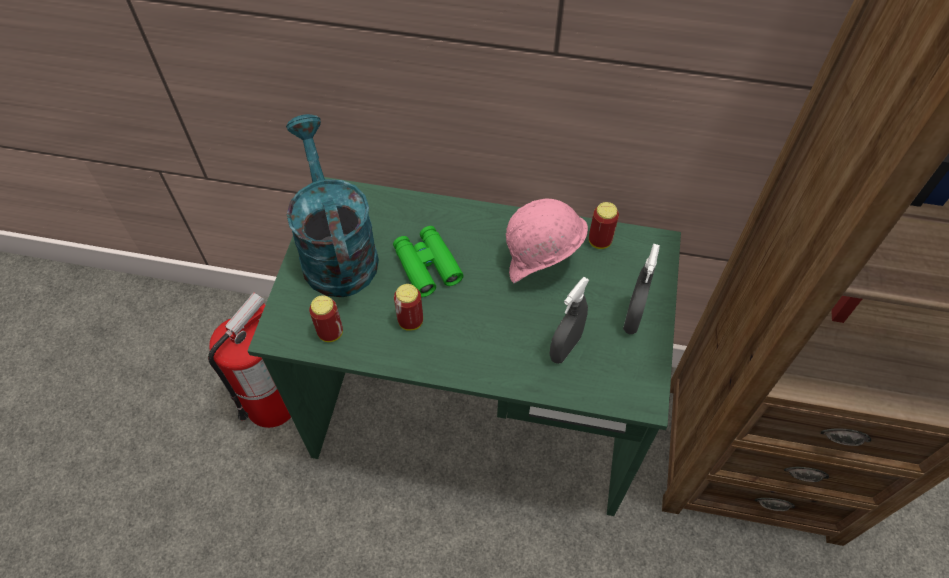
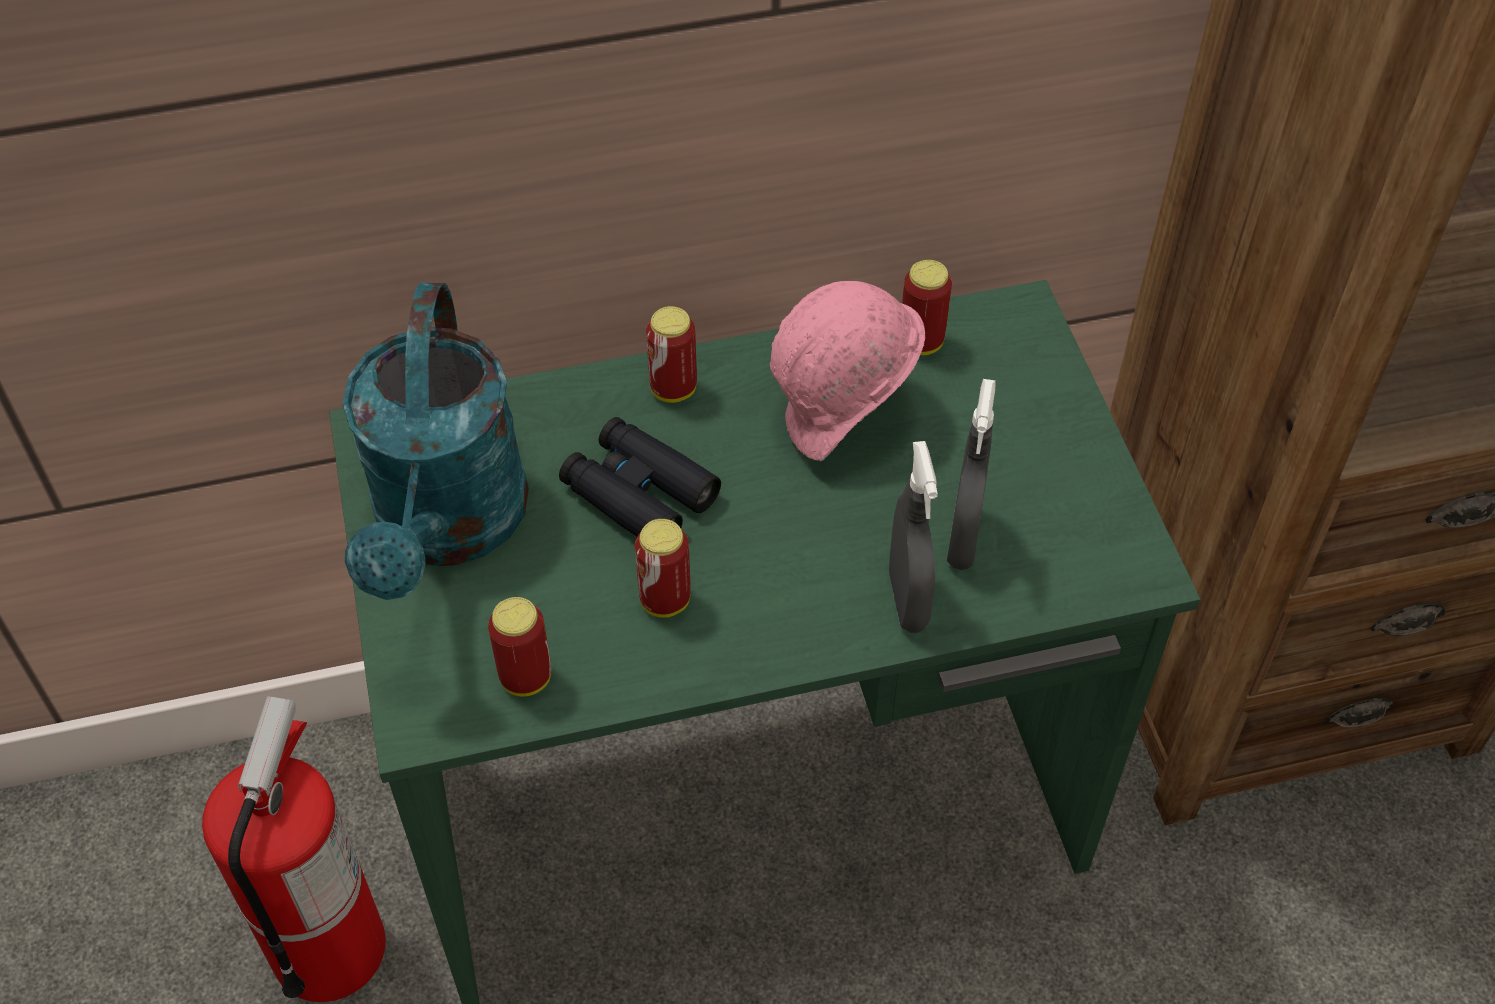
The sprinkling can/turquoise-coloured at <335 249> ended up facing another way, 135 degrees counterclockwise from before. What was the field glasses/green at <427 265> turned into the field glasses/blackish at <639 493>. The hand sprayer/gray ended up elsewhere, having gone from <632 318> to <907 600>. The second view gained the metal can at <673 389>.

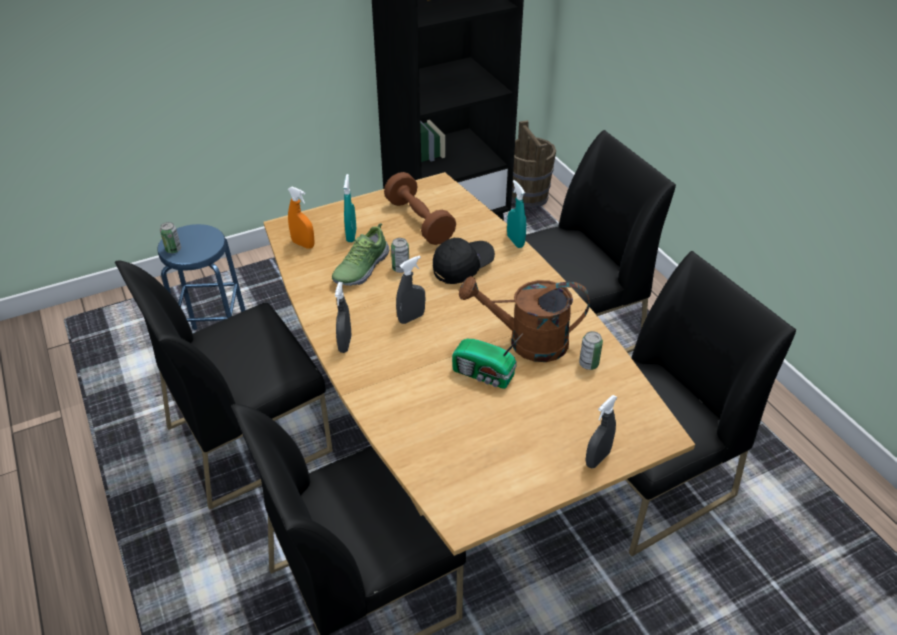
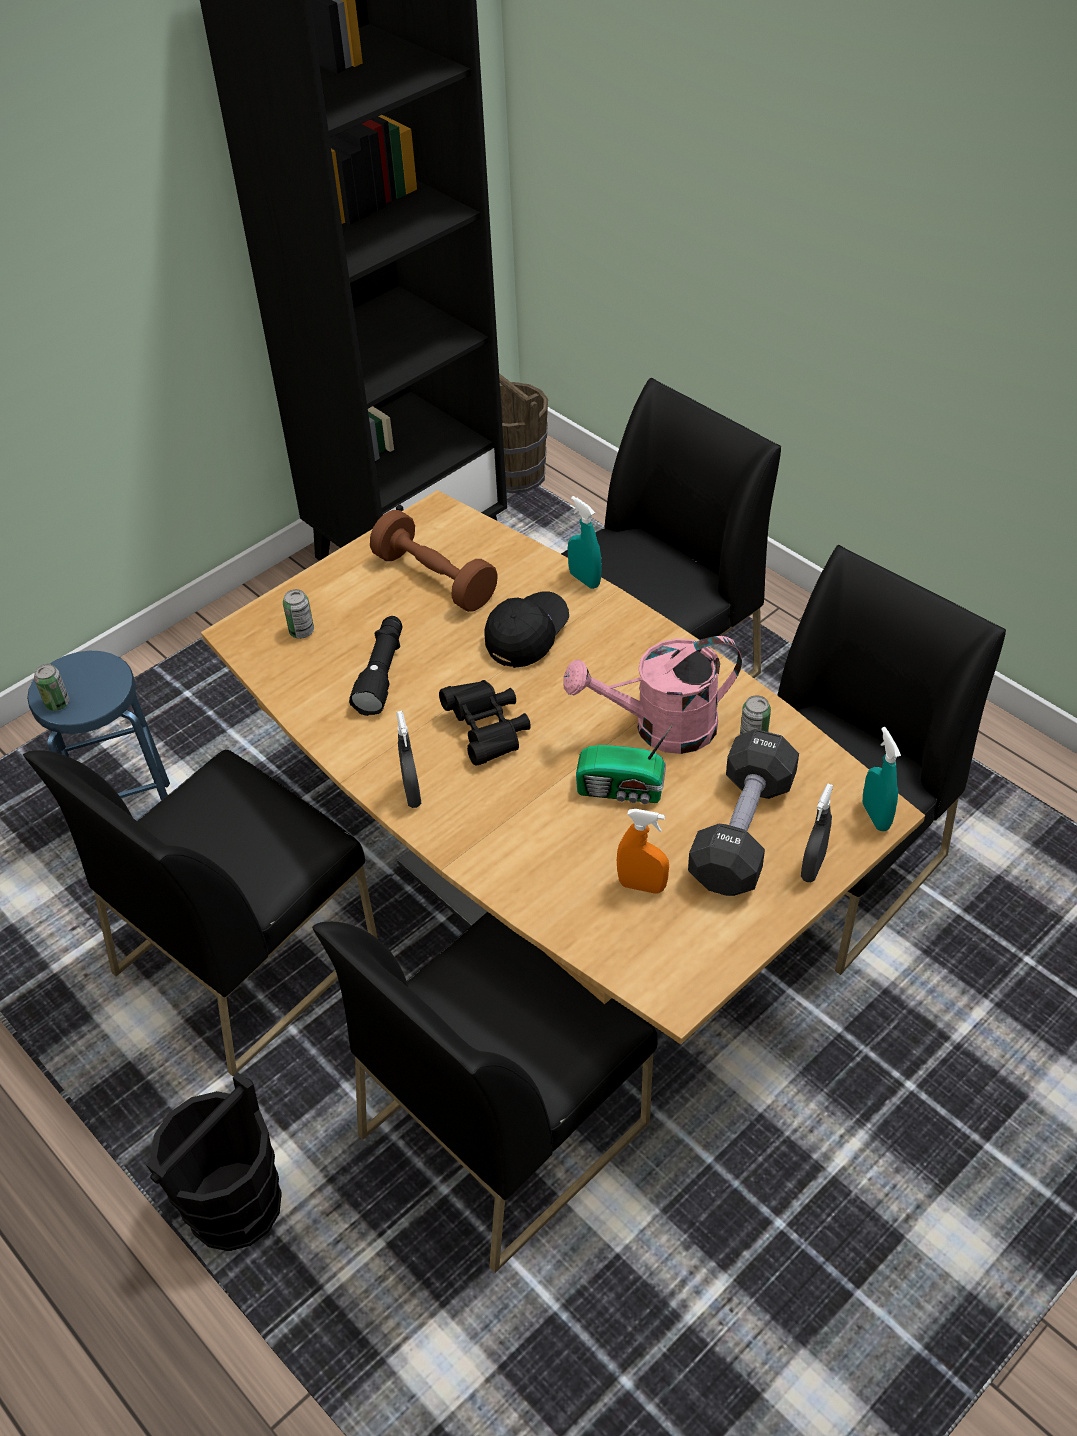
The hand sprayer/orangey ended up elsewhere, having gone from <303 244> to <642 886>. Where the low shoe stood at <360 268>, the torch/blackish came to stand at <382 673>. The hand sprayer/turquoise-coloured ended up elsewhere, having gone from <351 235> to <875 816>. The metal can ended up elsewhere, having gone from <400 268> to <301 631>. Where the hand sprayer/gray stood at <411 318>, the field glasses/blackish came to stand at <488 731>. What was the sprinkling can/brown-coloured at <527 342> turned into the sprinkling can/pink at <660 728>. The second view gained the water bucket/blackish at <234 1206>. The second view gained the dumbbell/blackish at <742 831>.

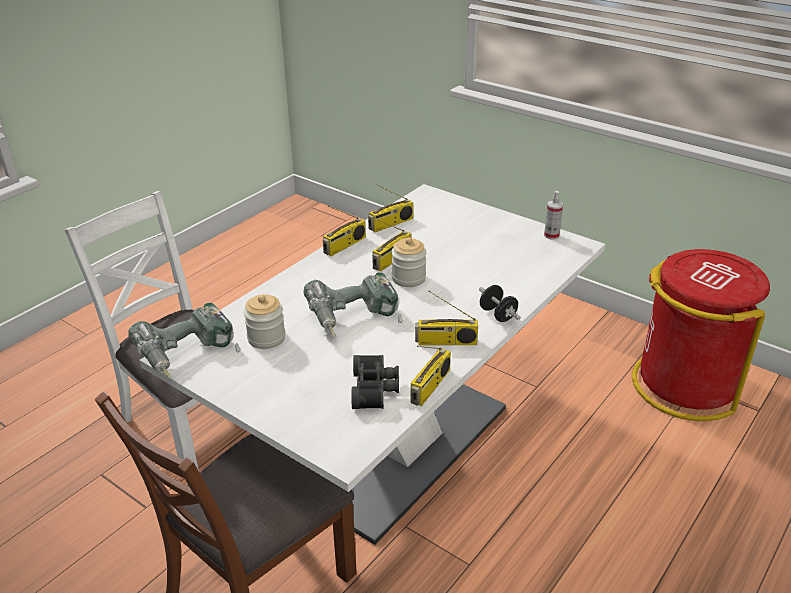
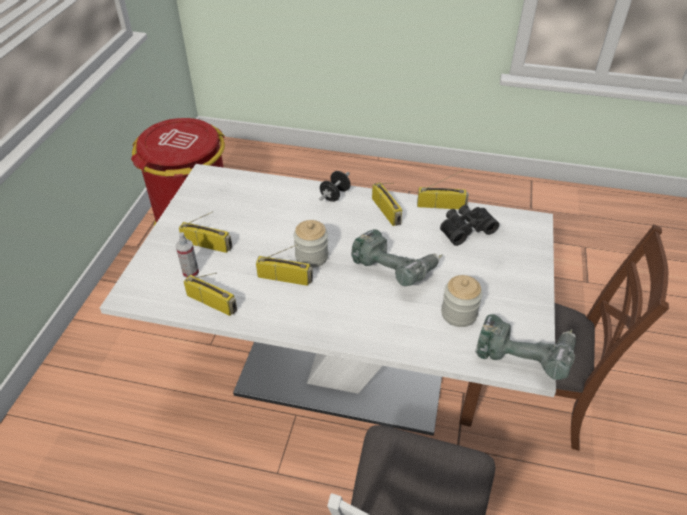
The radio set ended up elsewhere, having gone from <345 246> to <208 244>. The hand sprayer ended up elsewhere, having gone from <551 235> to <190 272>.

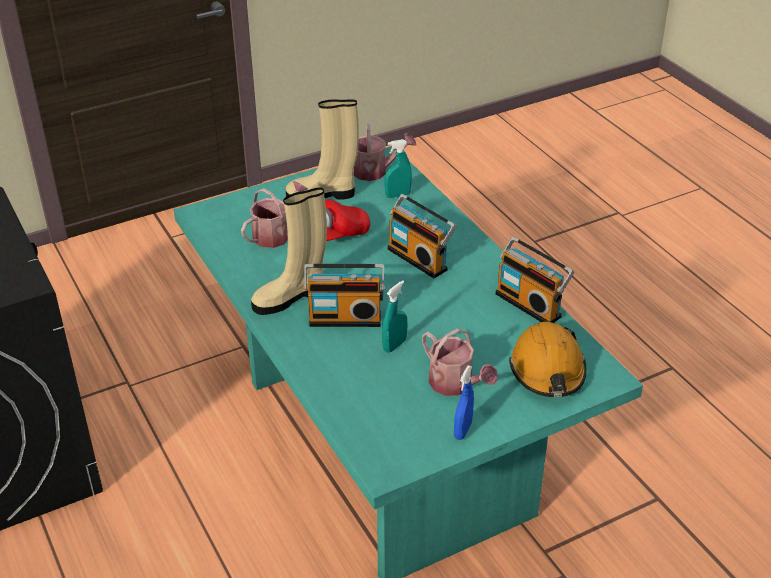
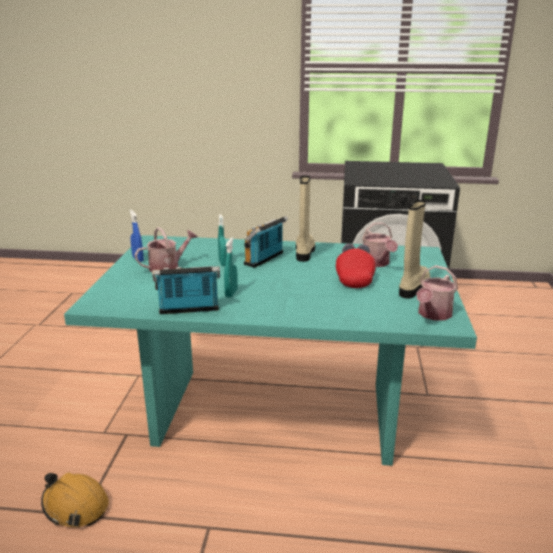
The hand sprayer/turquoise-coloured ended up elsewhere, having gone from <398 195> to <231 293>. The second view lost the radio set at <419 258>. The sprinkling can at <455 384> ended up facing another way, 150 degrees clockwise from before. The safety helmet/orangey ended up elsewhere, having gone from <547 371> to <75 506>.

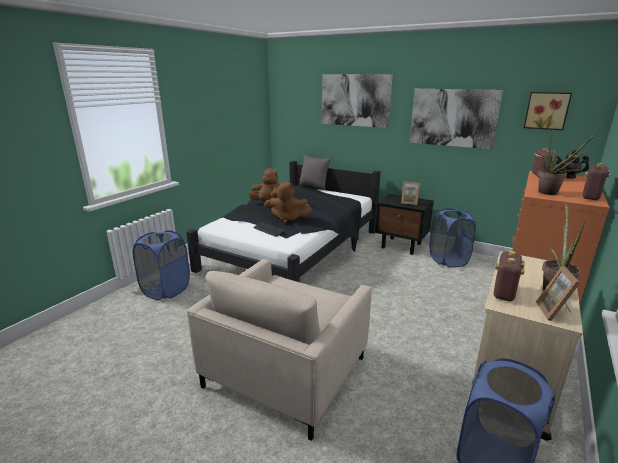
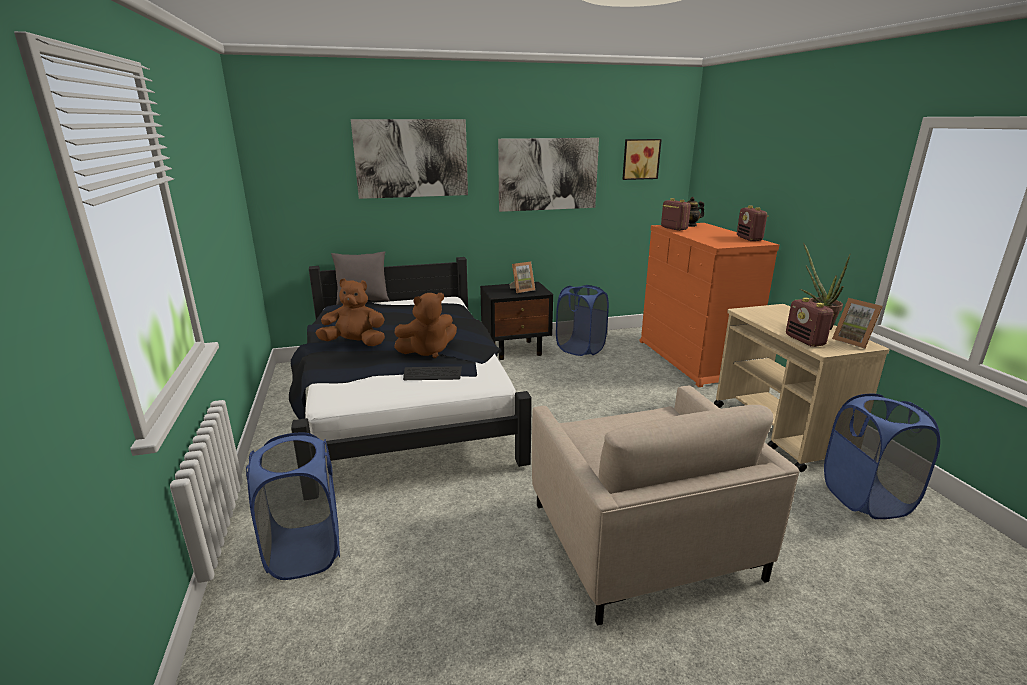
The second view lost the plant in a pot at <551 193>.

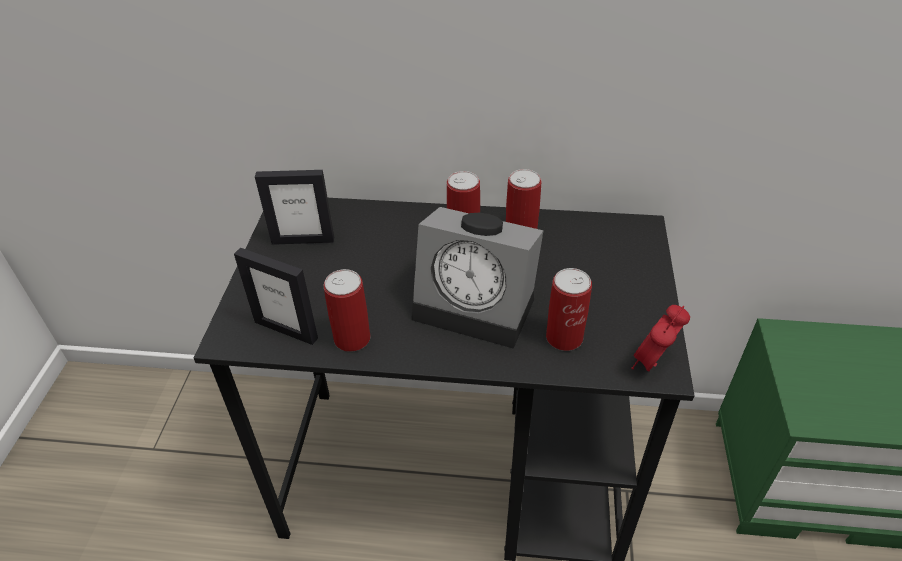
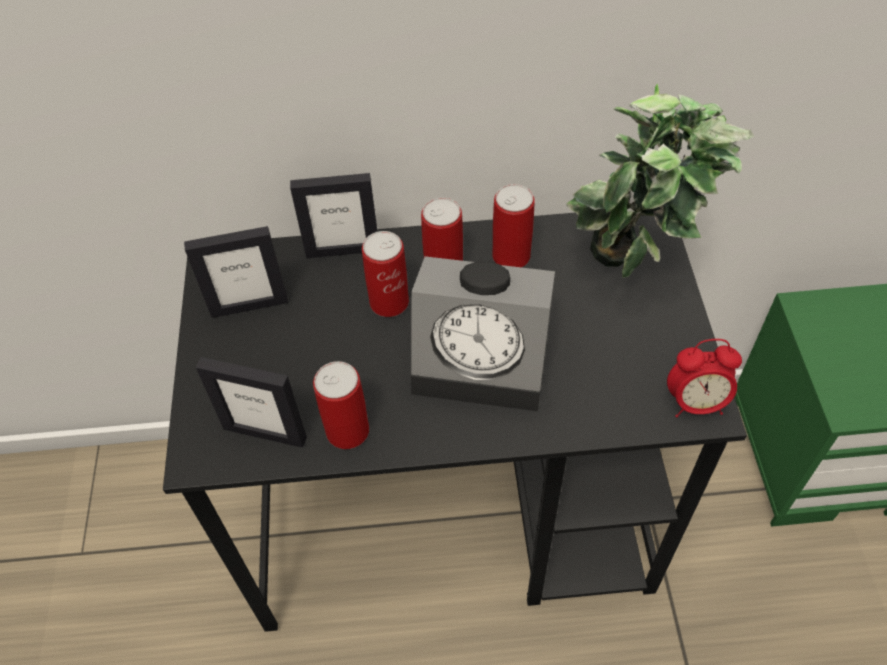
The metal can ended up elsewhere, having gone from <564 337> to <389 302>. The alarm clock at <653 363> ended up facing another way, 120 degrees counterclockwise from before. The second view gained the picture frame at <342 250>. The second view gained the plant in a pot at <631 272>.

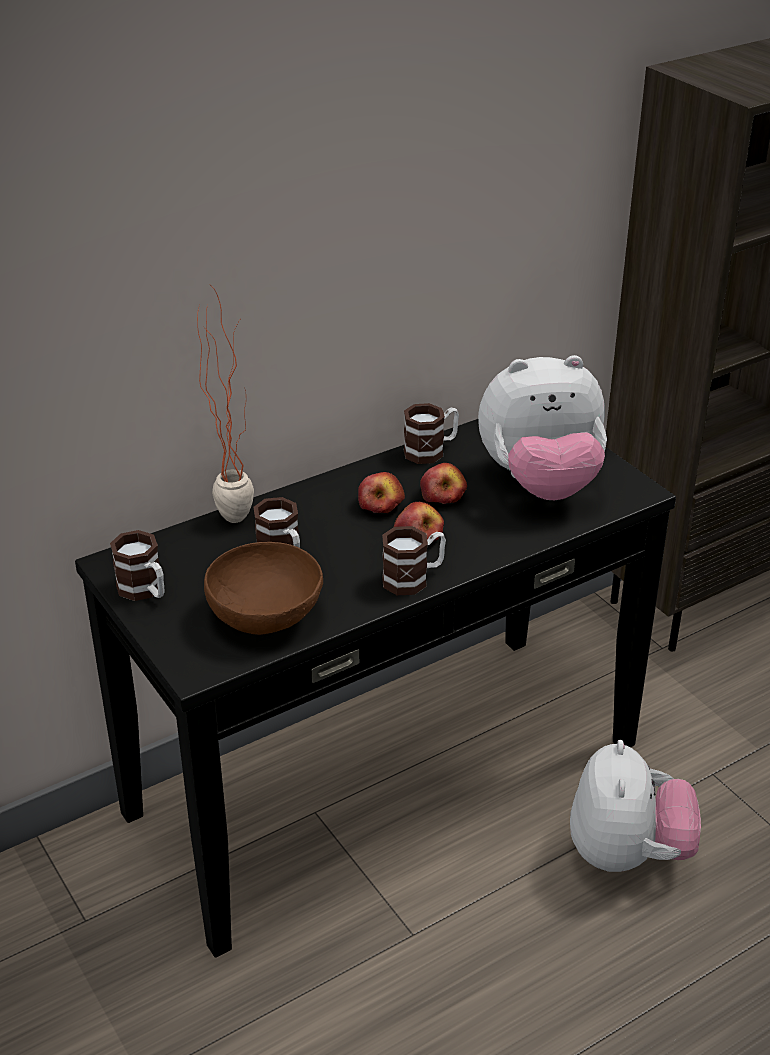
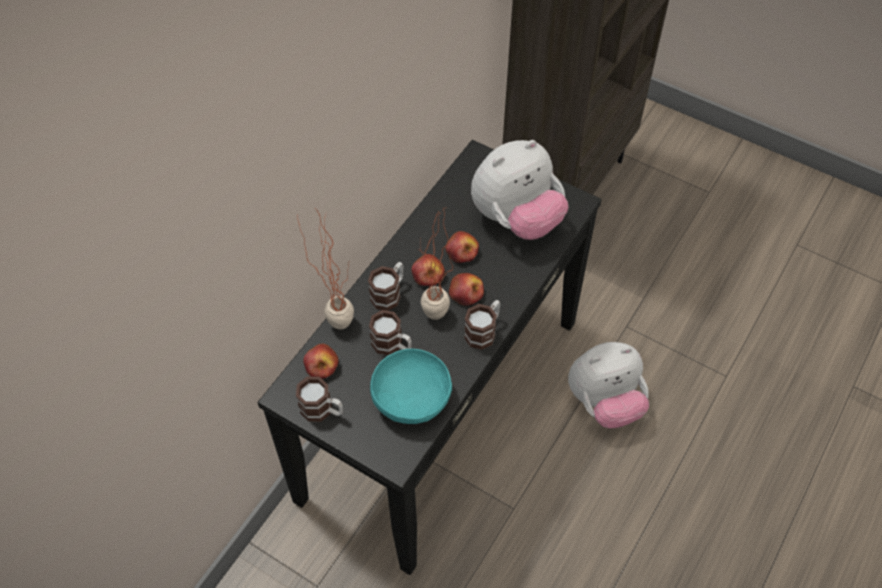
What was the serving bowl/brown-coloured at <267 615> turned into the serving bowl/turquoise-coloured at <412 398>. The coffee mug ended up elsewhere, having gone from <431 450> to <389 293>. The soft toy at <627 854> ended up facing another way, 90 degrees clockwise from before. The second view gained the whole apple at <321 365>. The second view gained the plant in a pot at <435 322>.

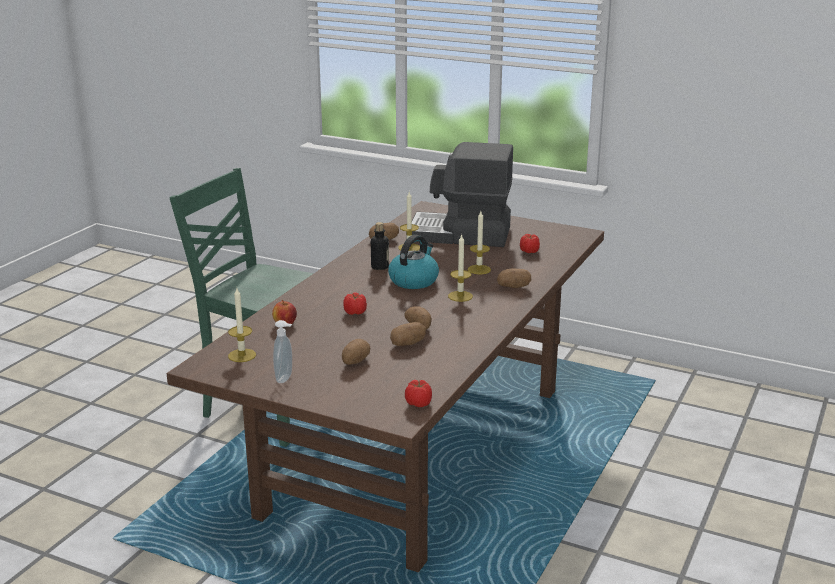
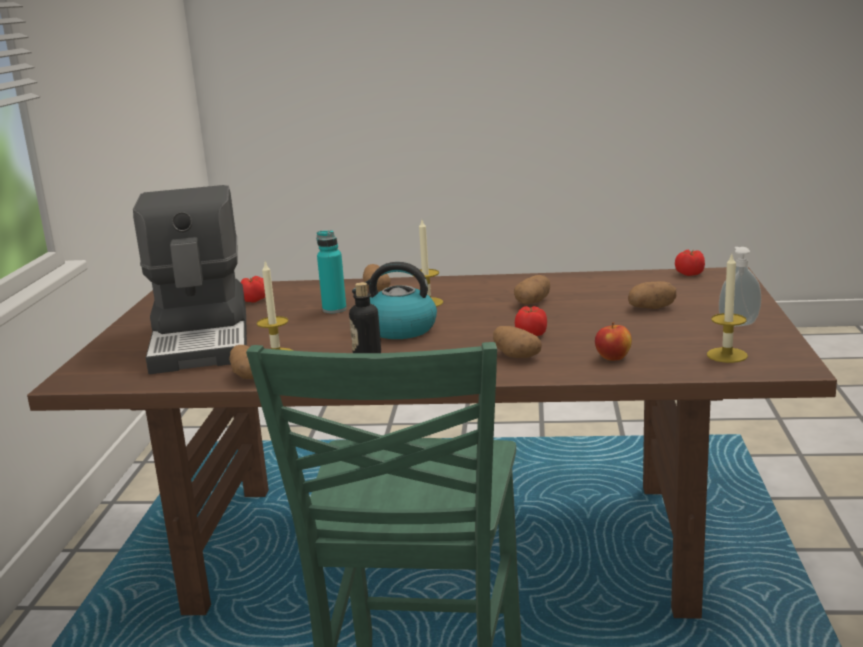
The potato ended up elsewhere, having gone from <408 344> to <515 356>. Where the wax candle stood at <479 269>, the drink bottle/turquoise-coloured came to stand at <334 309>.

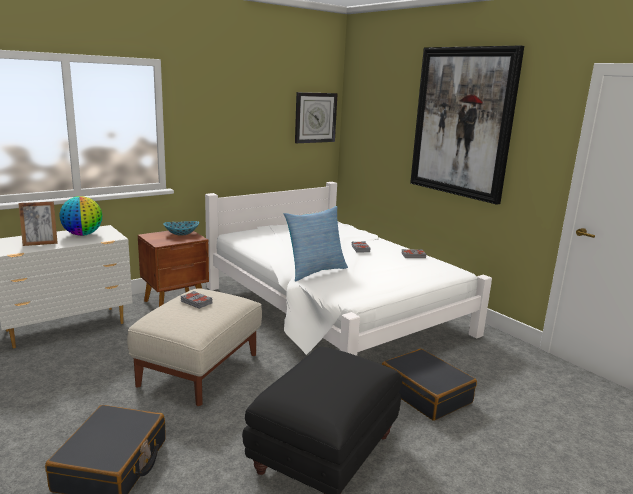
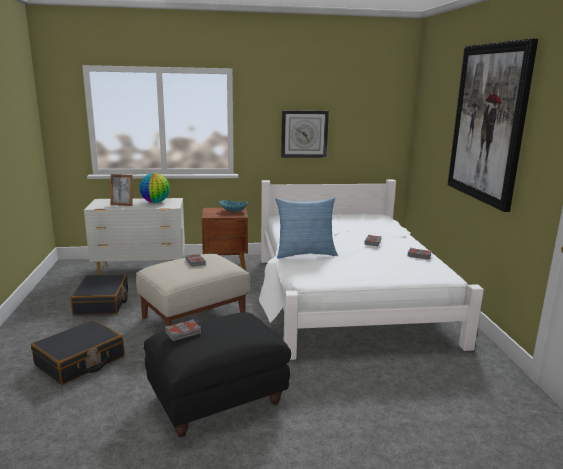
The clock on the wall ended up elsewhere, having gone from <315 117> to <304 134>. The piece of luggage/blackish ended up elsewhere, having gone from <426 394> to <102 303>. The second view gained the bound book/gray at <183 333>.

